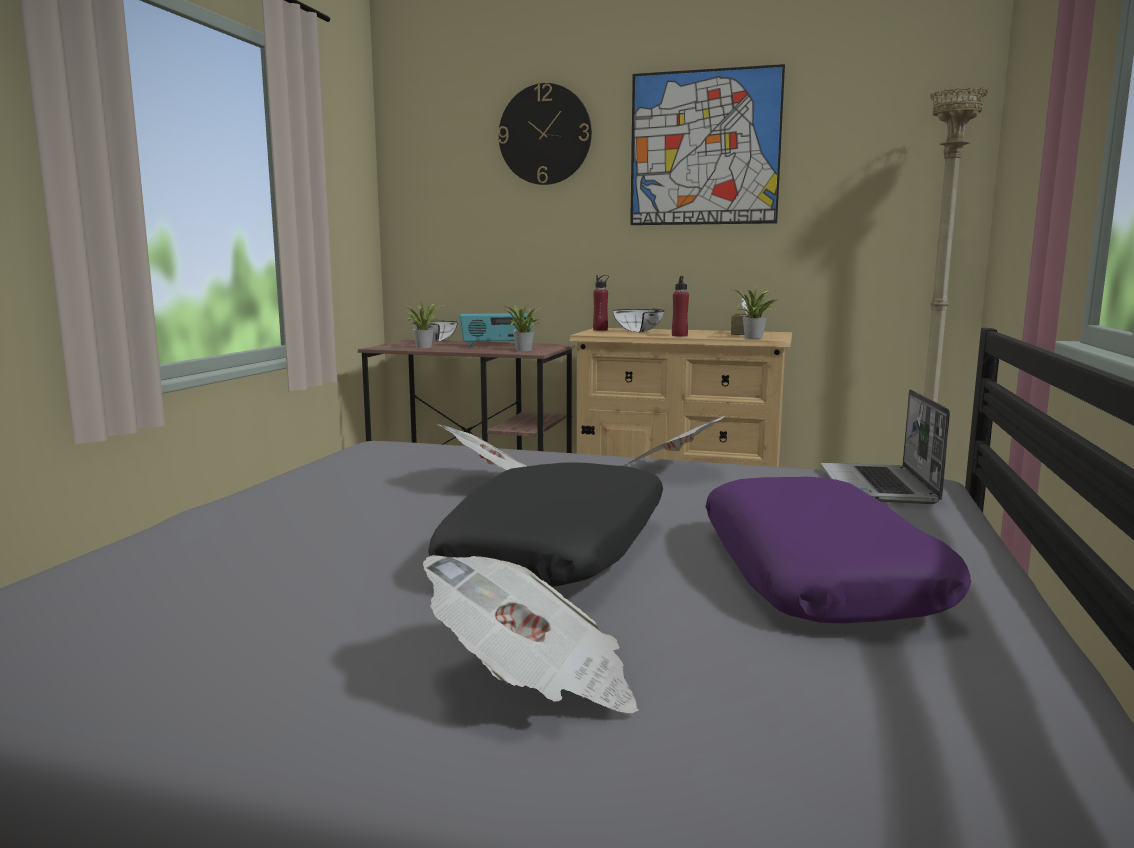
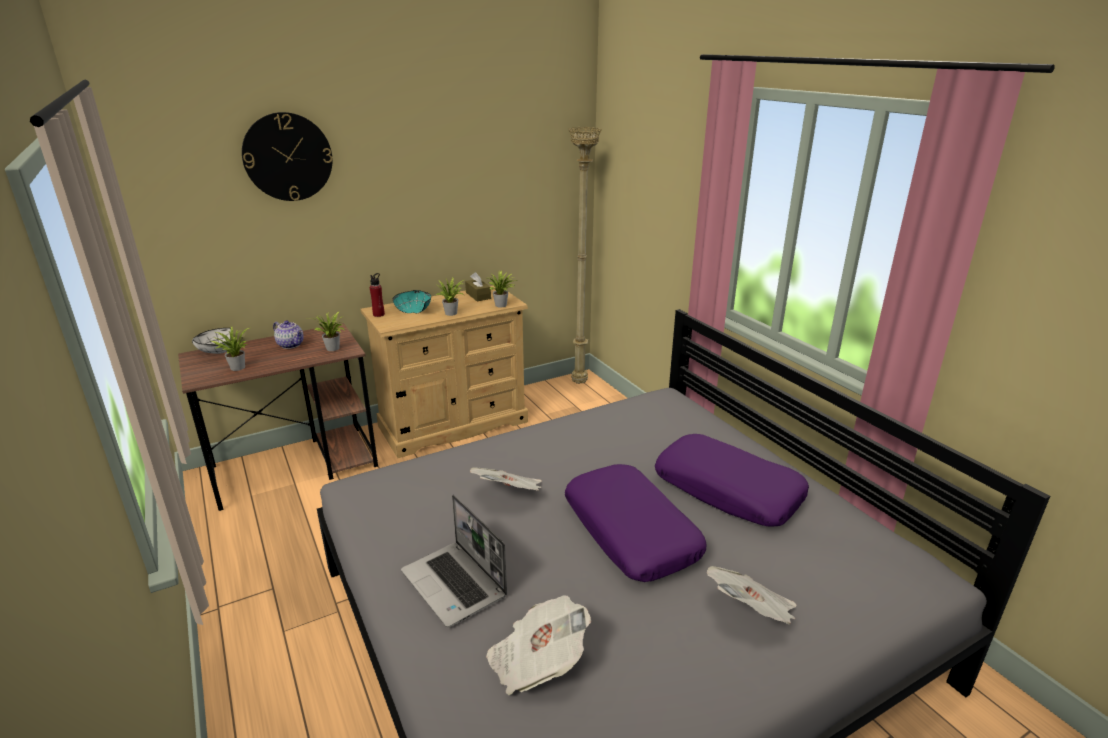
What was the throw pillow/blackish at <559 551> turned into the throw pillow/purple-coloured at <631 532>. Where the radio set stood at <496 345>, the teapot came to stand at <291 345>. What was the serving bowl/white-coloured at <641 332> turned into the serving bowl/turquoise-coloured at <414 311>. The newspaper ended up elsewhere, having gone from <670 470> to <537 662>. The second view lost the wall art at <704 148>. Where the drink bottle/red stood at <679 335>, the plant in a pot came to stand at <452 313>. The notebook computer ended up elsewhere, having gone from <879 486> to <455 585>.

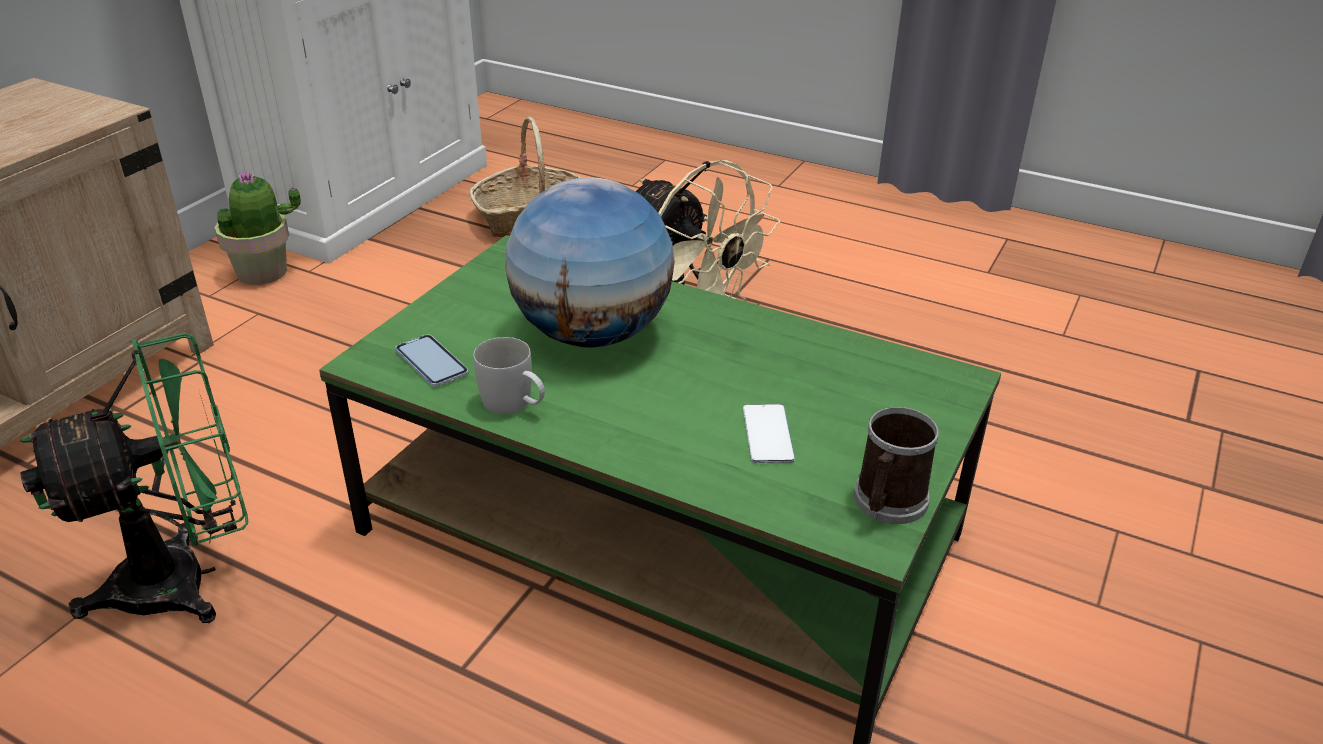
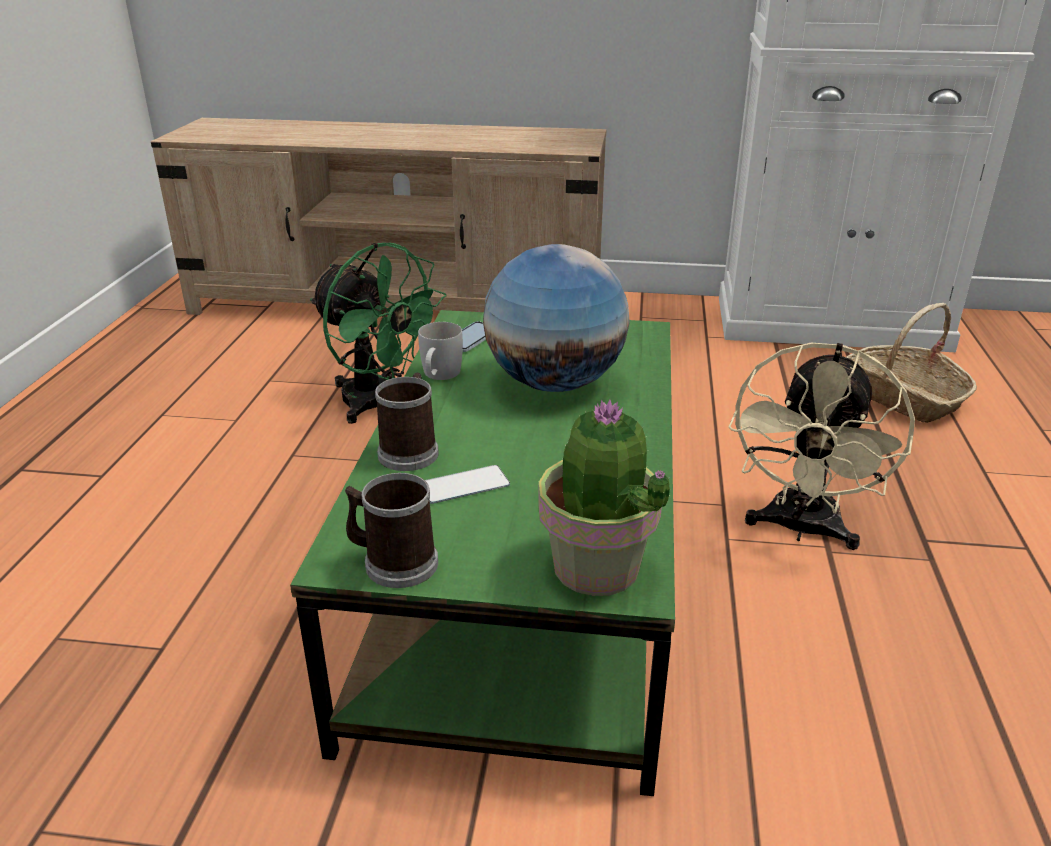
The plant in a pot ended up elsewhere, having gone from <263 273> to <596 569>. The second view gained the coffee mug at <410 450>.

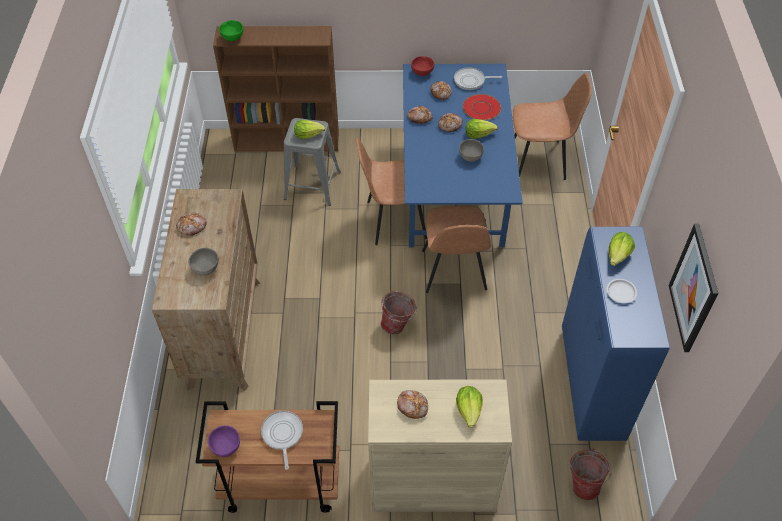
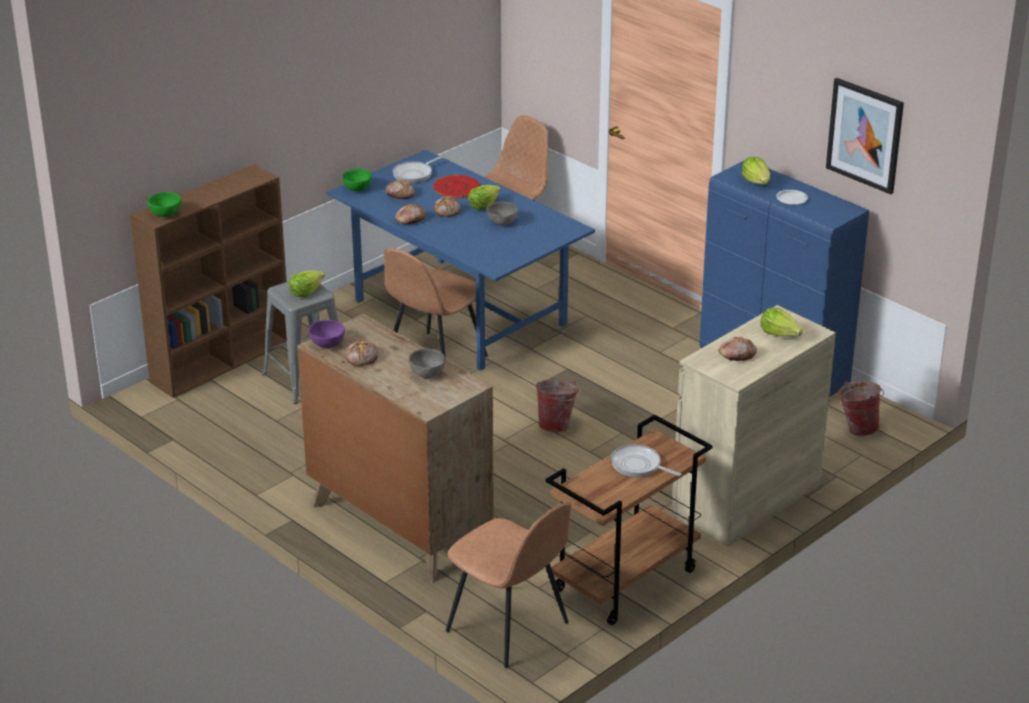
The serving bowl/purple-coloured ended up elsewhere, having gone from <225 447> to <327 345>. What was the serving bowl/red at <422 72> turned into the serving bowl/green at <357 189>. The plain chair/brown-coloured ended up elsewhere, having gone from <454 272> to <509 628>.

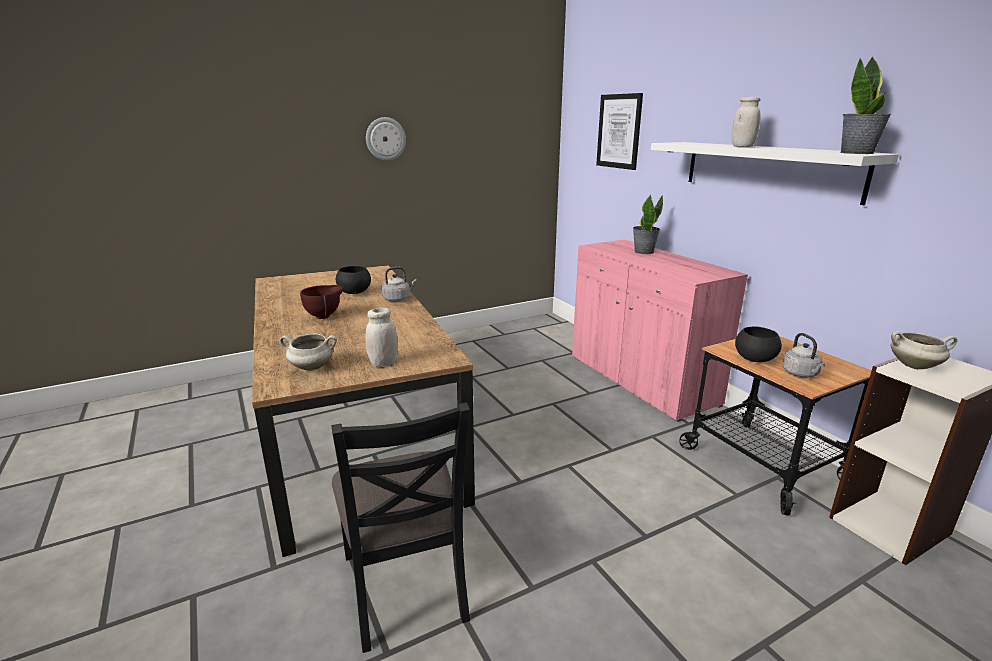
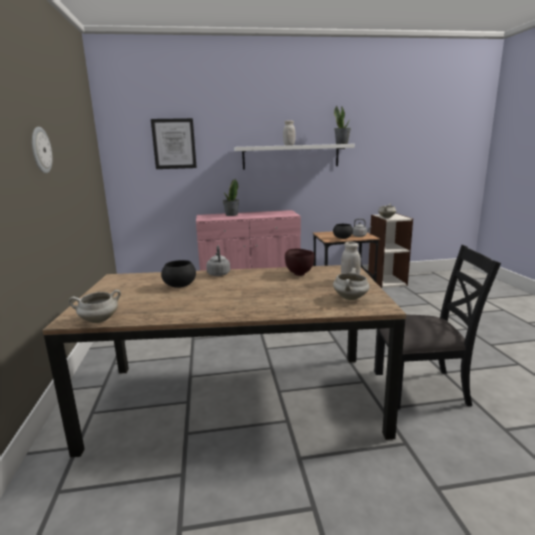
The serving bowl/brown-coloured ended up elsewhere, having gone from <325 316> to <298 273>. The second view gained the stockpot/white-coloured at <98 321>.

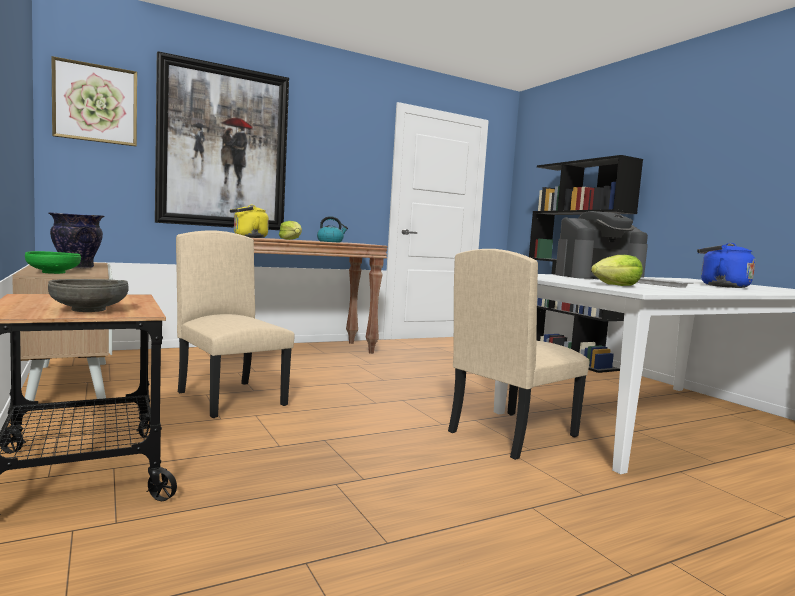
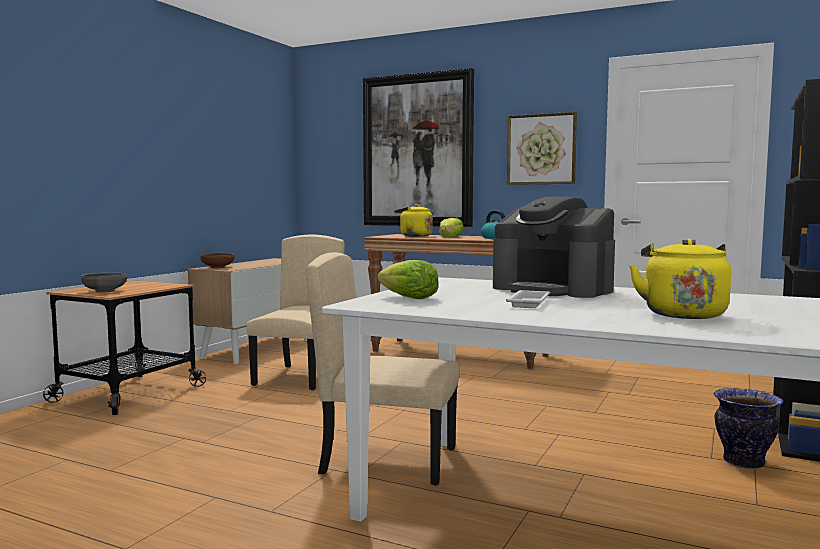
What was the serving bowl/green at <53 272> turned into the serving bowl/brown-coloured at <218 267>. The decorative vase ended up elsewhere, having gone from <76 267> to <743 462>. The wall art ended up elsewhere, having gone from <95 103> to <541 149>. What was the water kettle/blue-coloured at <721 286> turned into the water kettle/yellowish at <682 314>.

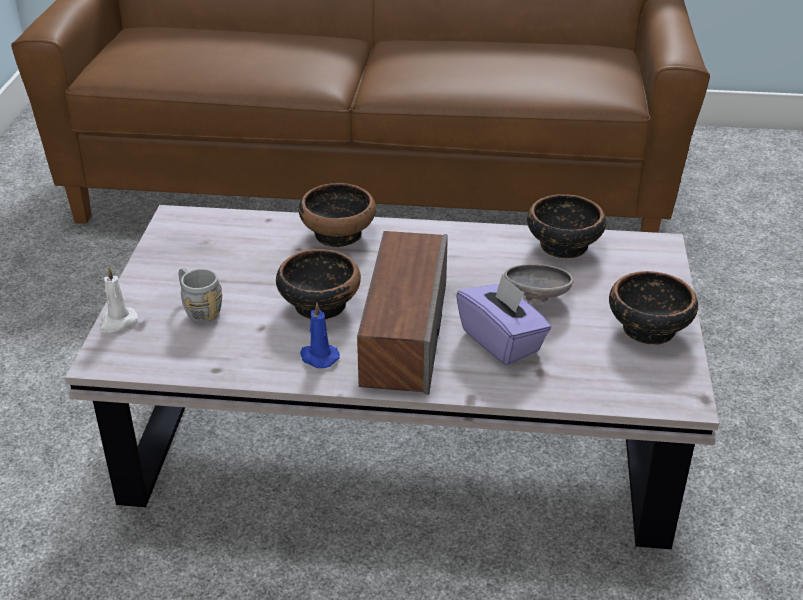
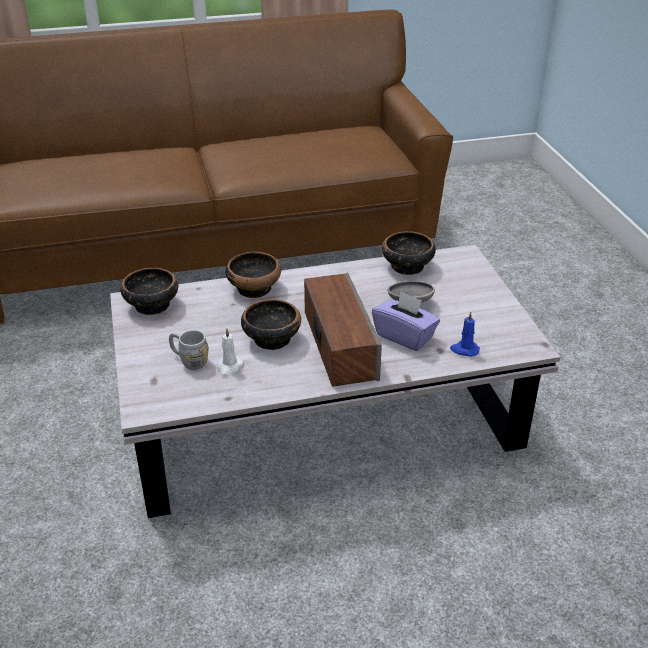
The wax candle/white-coloured ended up elsewhere, having gone from <117 322> to <229 367>. The wax candle/blue-coloured ended up elsewhere, having gone from <318 357> to <464 350>. The serving bowl ended up elsewhere, having gone from <647 328> to <151 305>.

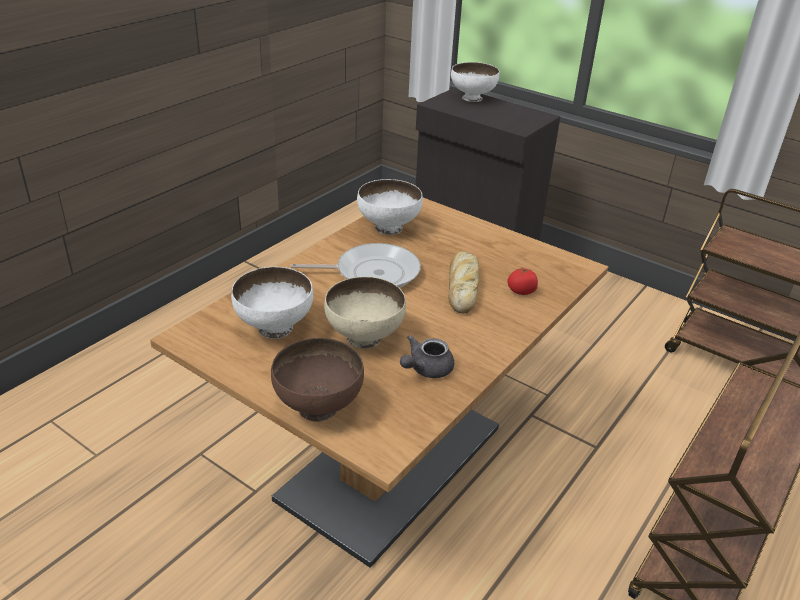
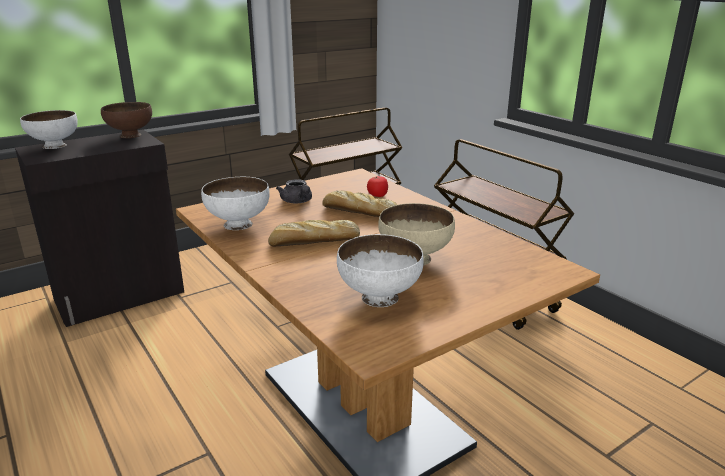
The serving bowl/brown-coloured ended up elsewhere, having gone from <319 408> to <131 135>. Where the frying pan stood at <372 273>, the baked bread came to stand at <313 242>. The teapot/gray ended up elsewhere, having gone from <426 369> to <297 202>.

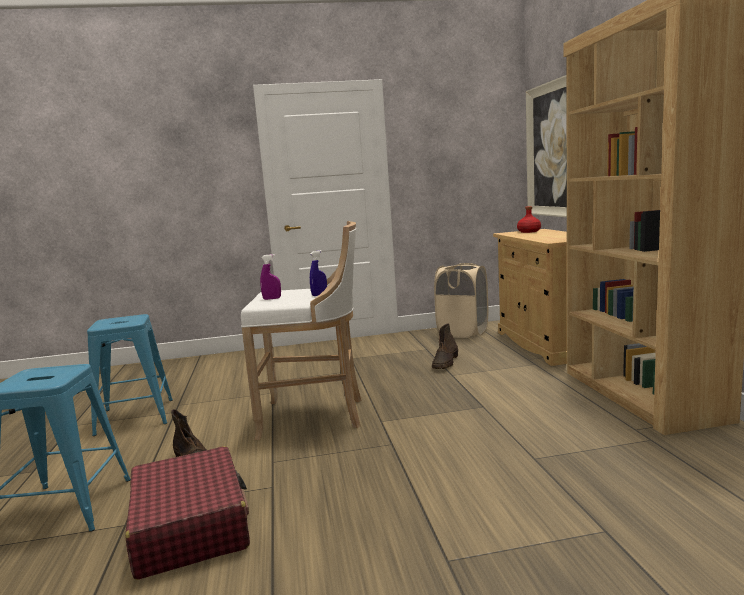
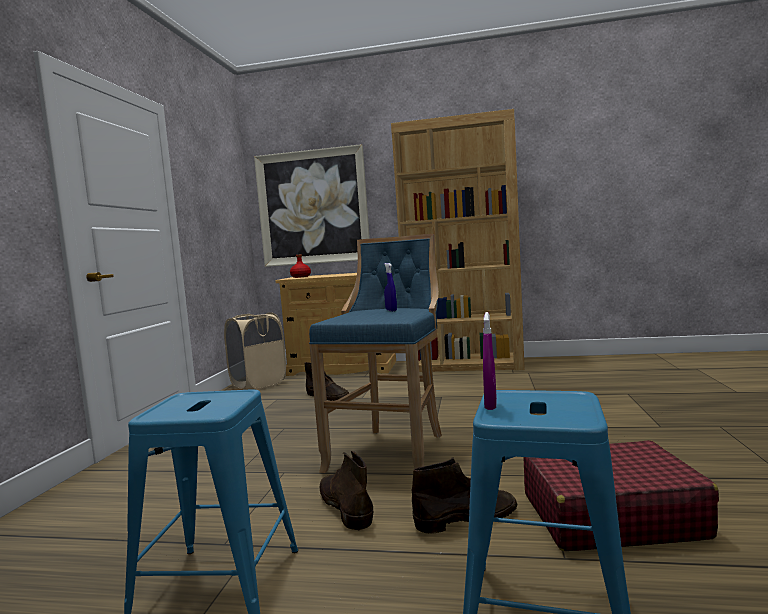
What was the stool seat/white-coloured at <315 416> turned into the stool seat/blue-coloured at <392 452>. The hand sprayer/purple-coloured ended up elsewhere, having gone from <272 298> to <490 405>. The second view gained the high-top boot/brown-coloured at <344 506>.

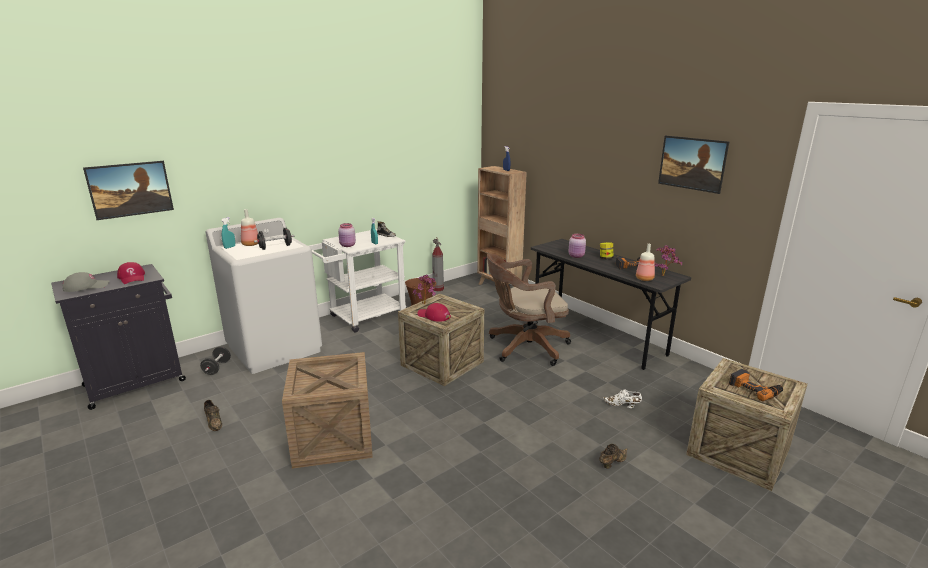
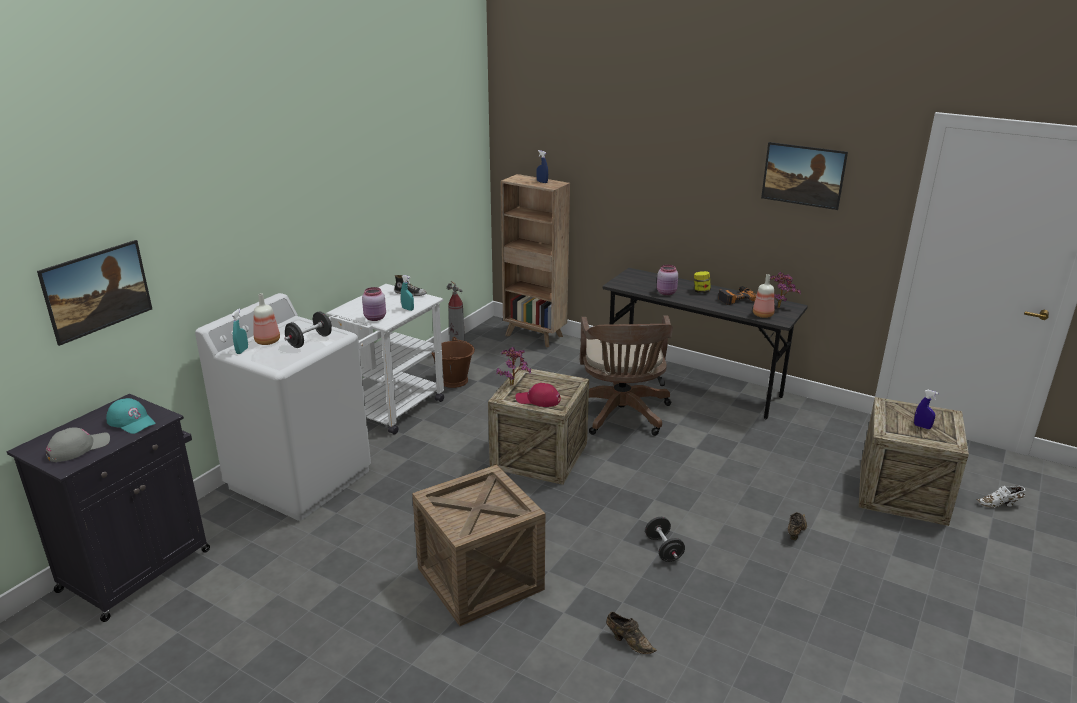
What was the peaked cap/red at <132 278> turned into the peaked cap/turquoise-coloured at <131 421>. The dumbbell/blackish ended up elsewhere, having gone from <217 368> to <663 549>. The low shoe/brown-coloured ended up elsewhere, having gone from <214 422> to <628 641>. The office chair/brown-coloured at <524 347> ended up facing another way, 60 degrees counterclockwise from before. The low shoe/white-coloured ended up elsewhere, having gone from <622 405> to <1000 504>. Where the drill stood at <755 389>, the hand sprayer/blue-coloured came to stand at <922 427>.

